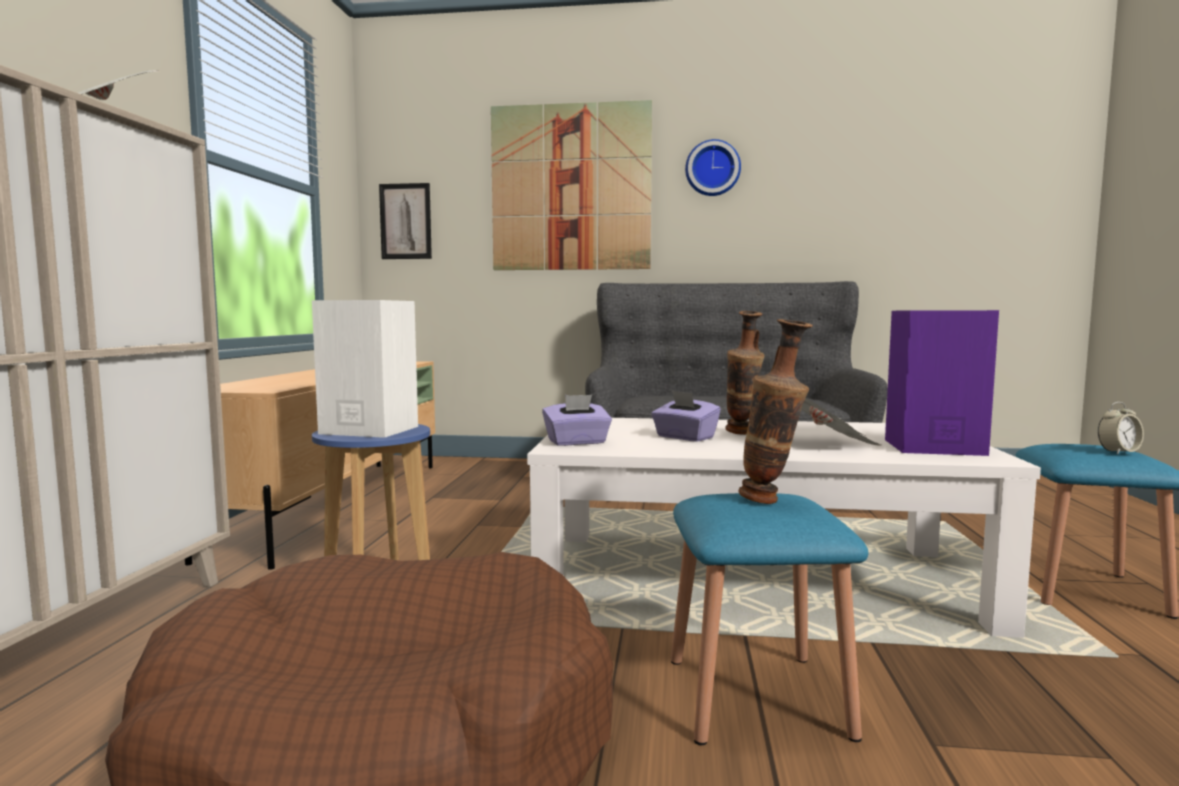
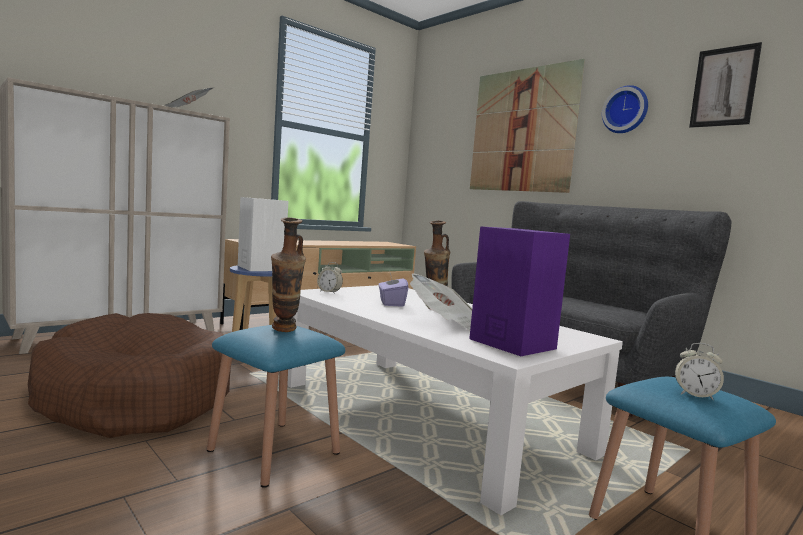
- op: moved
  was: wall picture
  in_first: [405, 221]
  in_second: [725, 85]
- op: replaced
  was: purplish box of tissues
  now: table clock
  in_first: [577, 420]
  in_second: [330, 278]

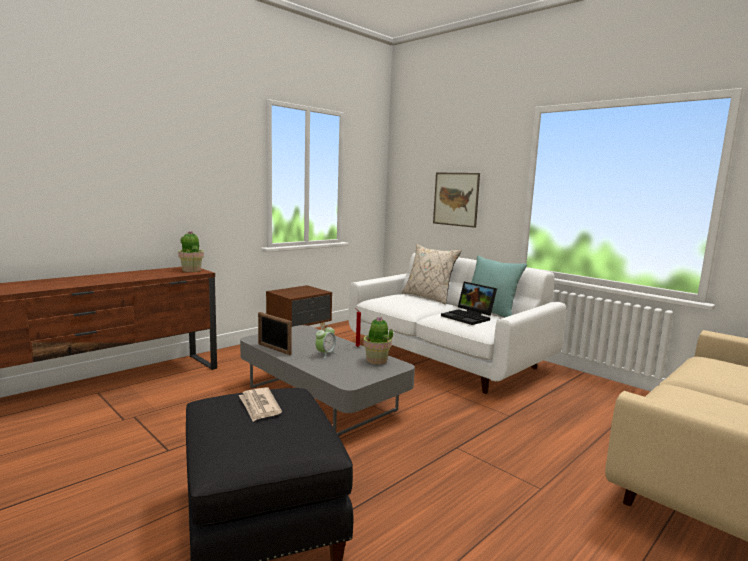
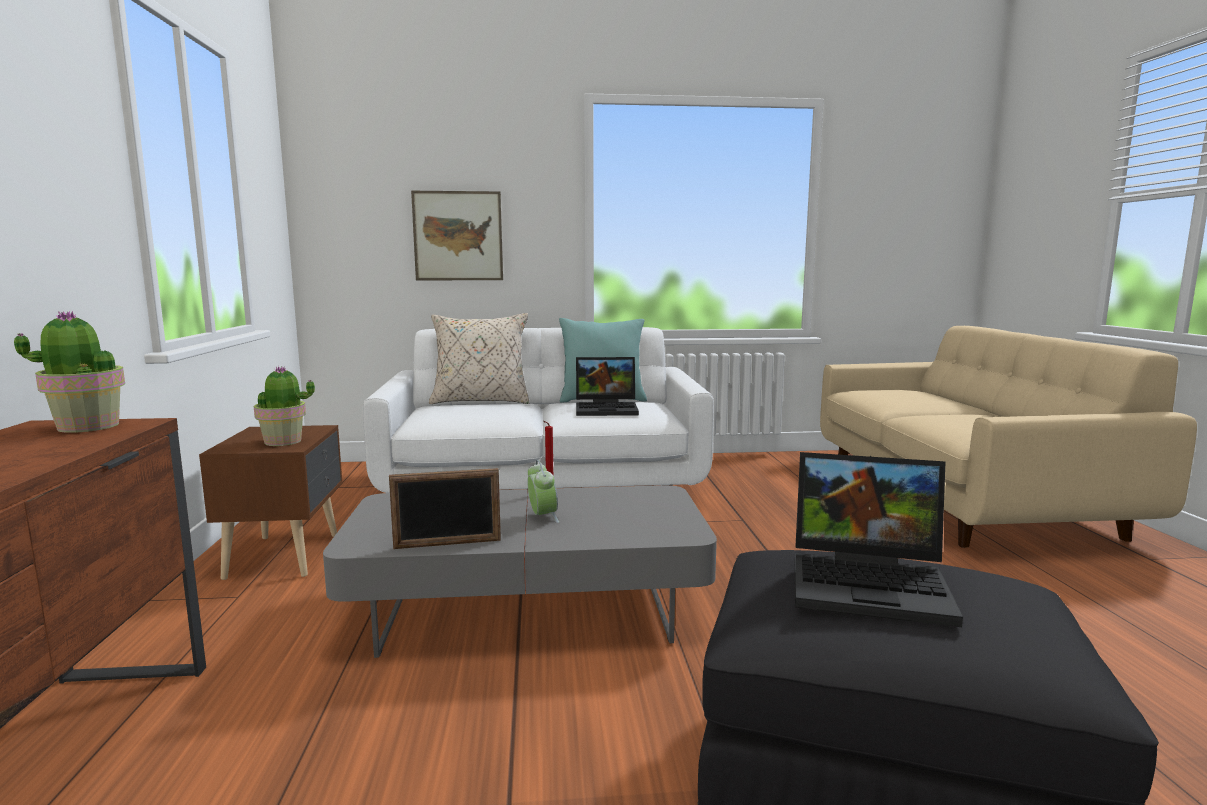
- op: replaced
  was: daily paper
  now: portable computer
  in_first: [260, 404]
  in_second: [879, 539]
- op: moved
  was: houseplant
  in_first: [378, 341]
  in_second: [284, 406]

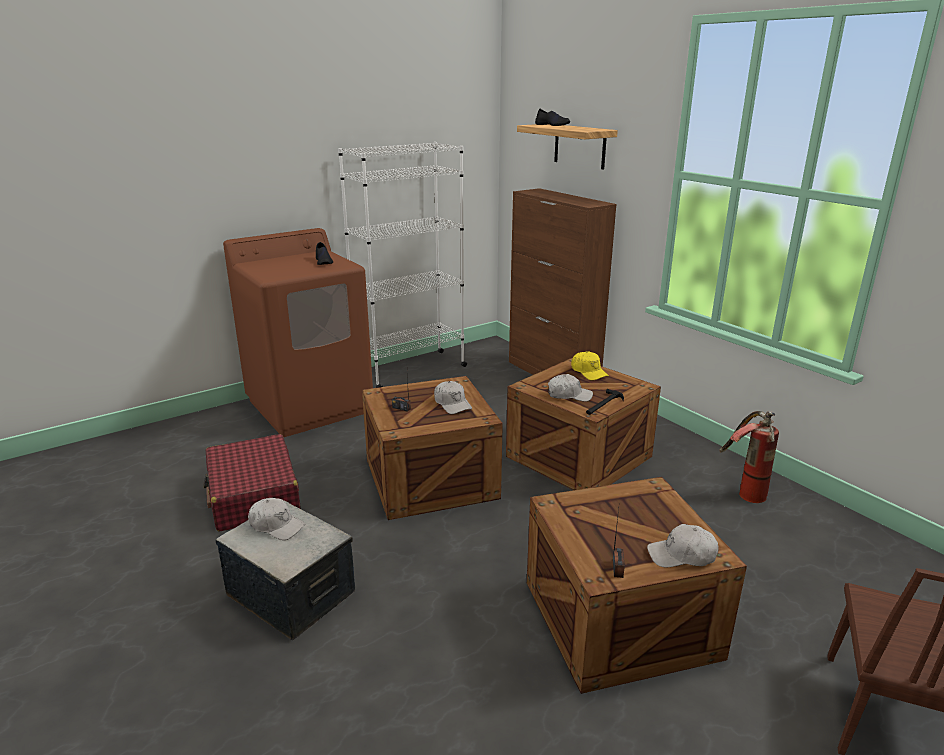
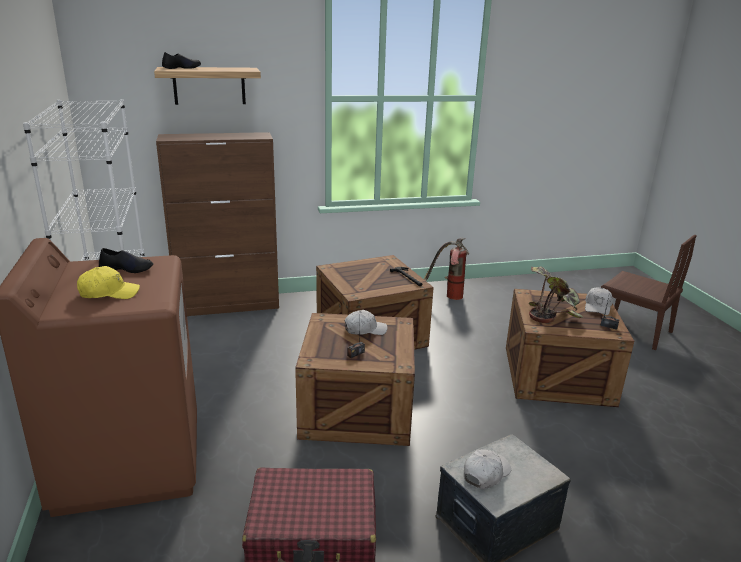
- op: removed
  was: white-coloured peaked cap
  in_first: [570, 388]
- op: moved
  was: yellow-coloured peaked cap
  in_first: [590, 366]
  in_second: [108, 282]
- op: added
  now: houseplant
  in_second: [556, 294]

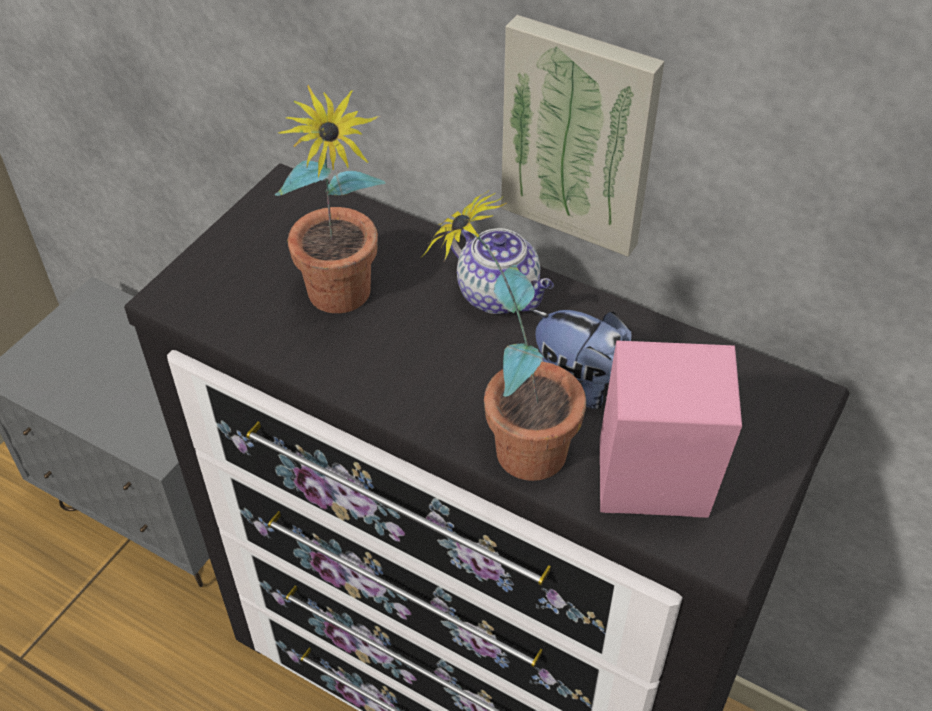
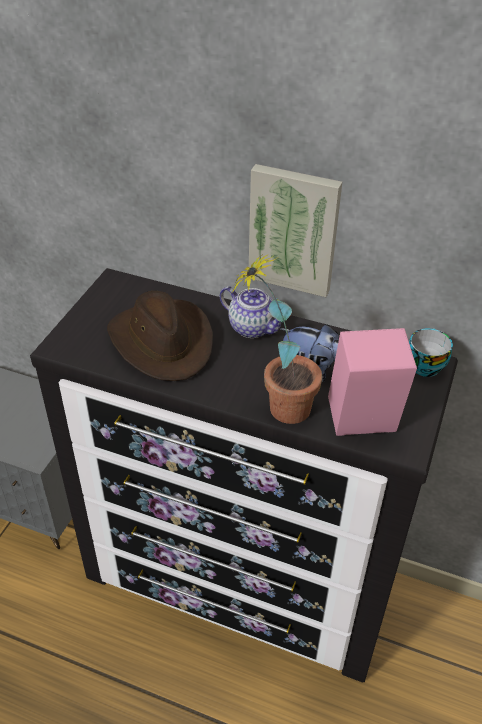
- op: replaced
  was: houseplant
  now: brown clothing hat
  in_first: [330, 199]
  in_second: [160, 336]
- op: added
  now: small cup
  in_second: [431, 352]

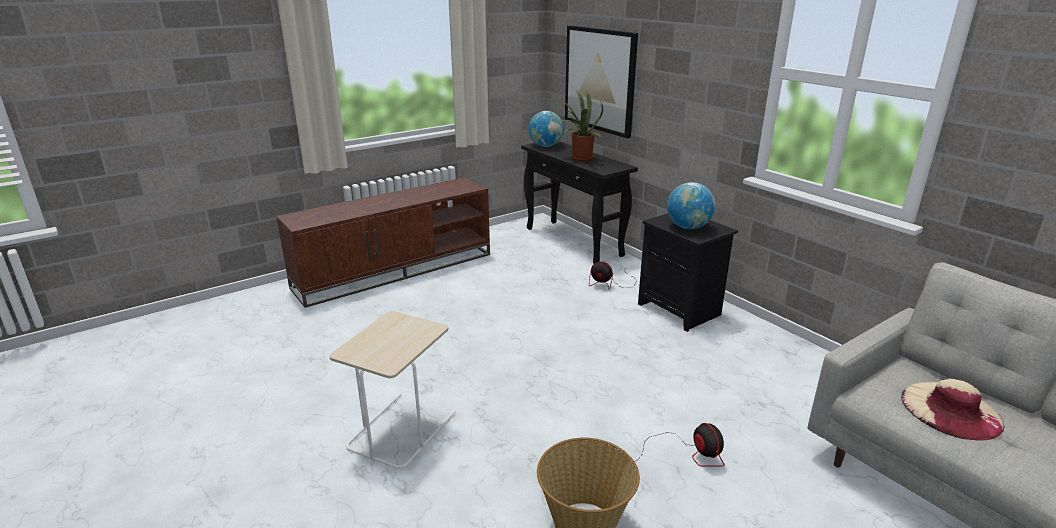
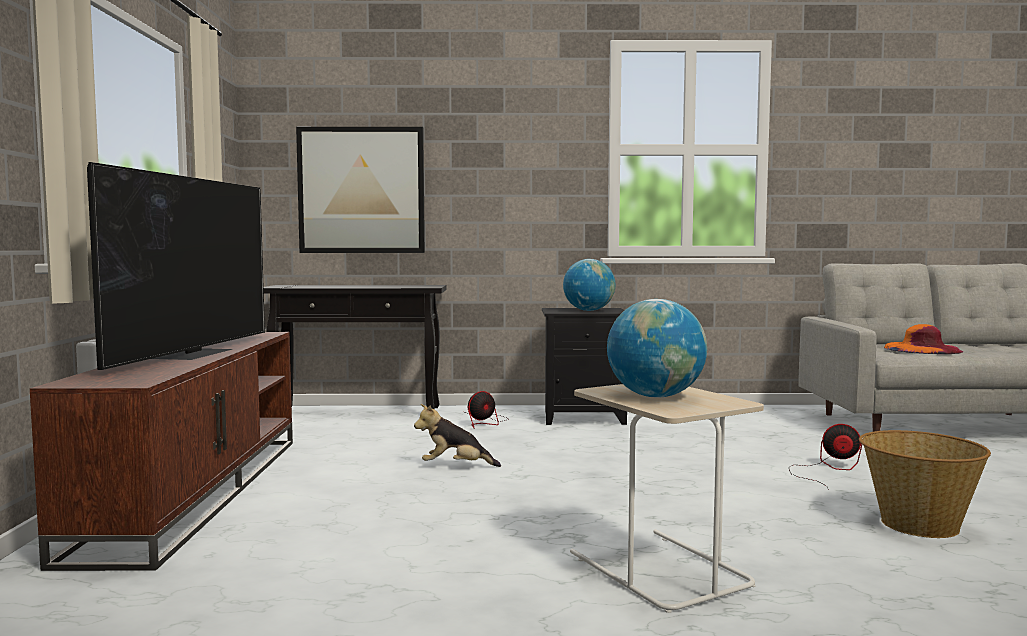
- op: moved
  was: world globe
  in_first: [546, 129]
  in_second: [657, 348]
- op: removed
  was: houseplant
  in_first: [581, 125]
- op: recoloured
  was: beige clothing hat
  now: orangey clothing hat
  in_first: [953, 409]
  in_second: [923, 339]
- op: added
  now: television
  in_second: [176, 266]
- op: added
  now: soft toy
  in_second: [457, 435]

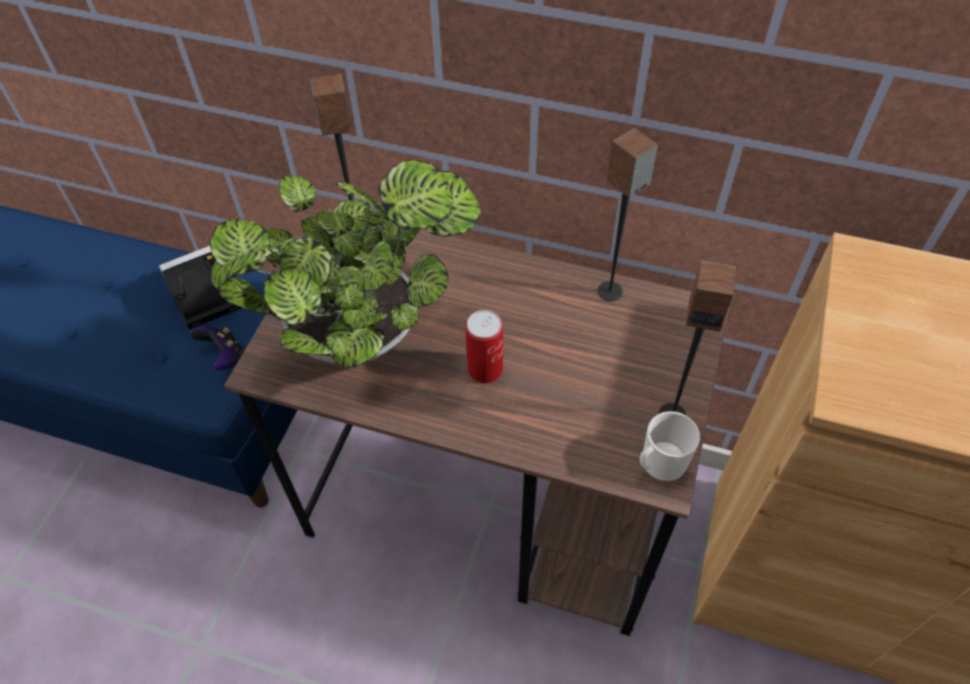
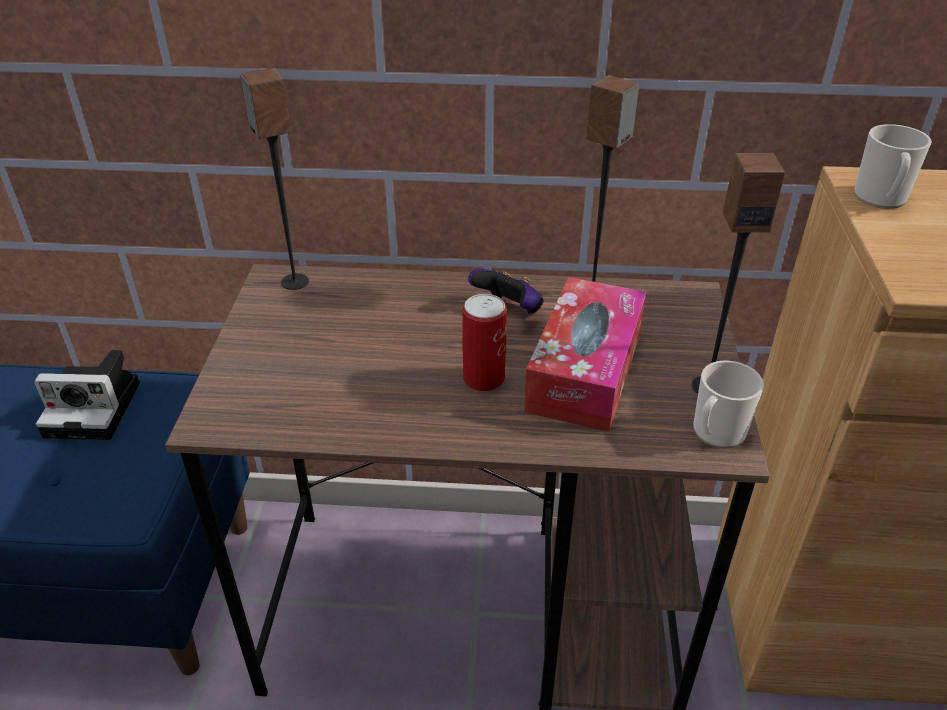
- op: turned
  was: photo camera
  in_first: [200, 288]
  in_second: [87, 395]
  clockwise: -135
- op: moved
  was: game controller
  in_first: [217, 348]
  in_second: [506, 291]
- op: removed
  was: houseplant
  in_first: [345, 263]
- op: added
  now: box of tissues
  in_second: [585, 354]
- op: added
  now: coffee mug
  in_second: [893, 166]

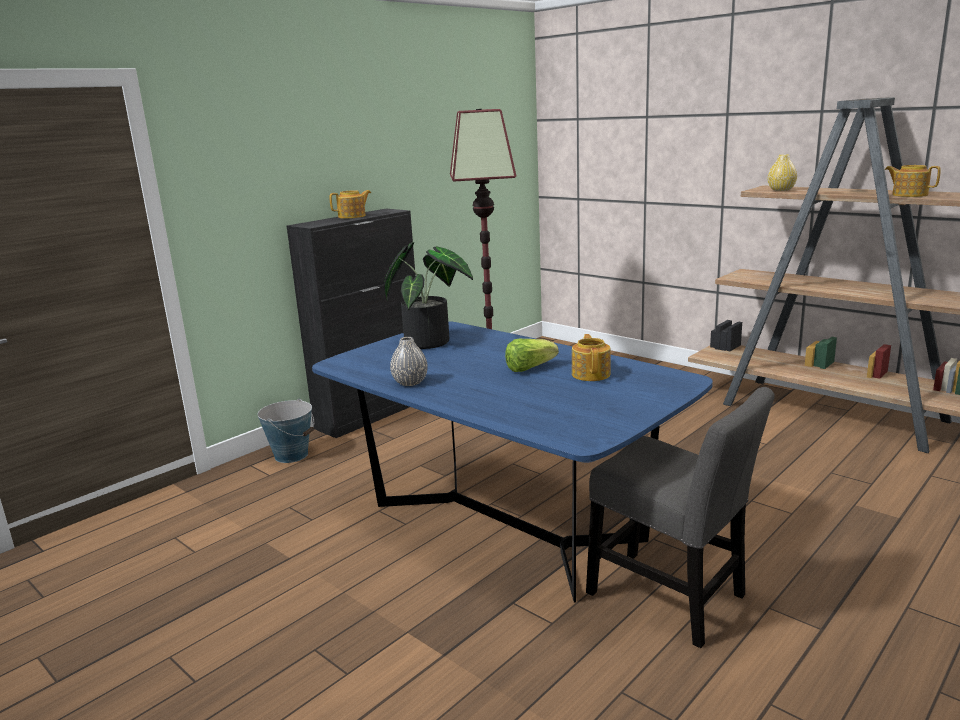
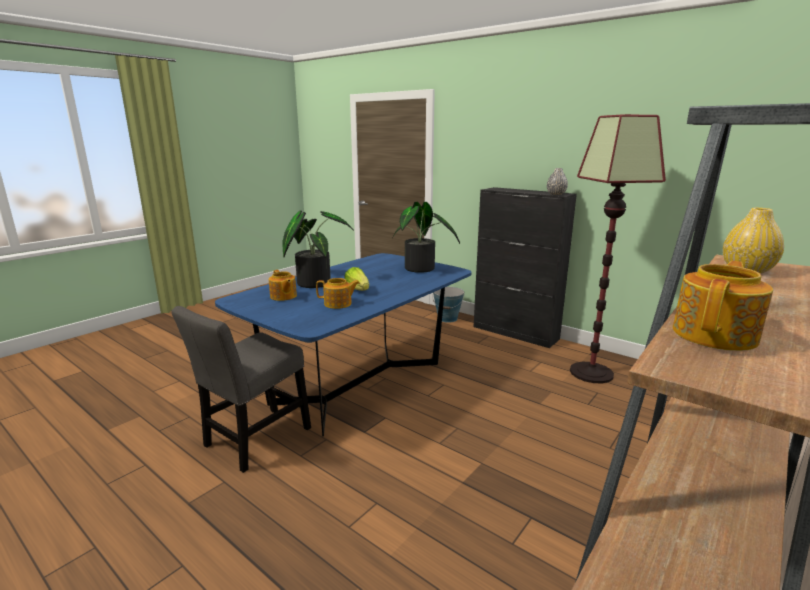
- op: moved
  was: pot for tea
  in_first: [350, 204]
  in_second: [283, 285]
- op: moved
  was: gray vase
  in_first: [409, 361]
  in_second: [557, 181]
- op: added
  now: houseplant
  in_second: [318, 249]

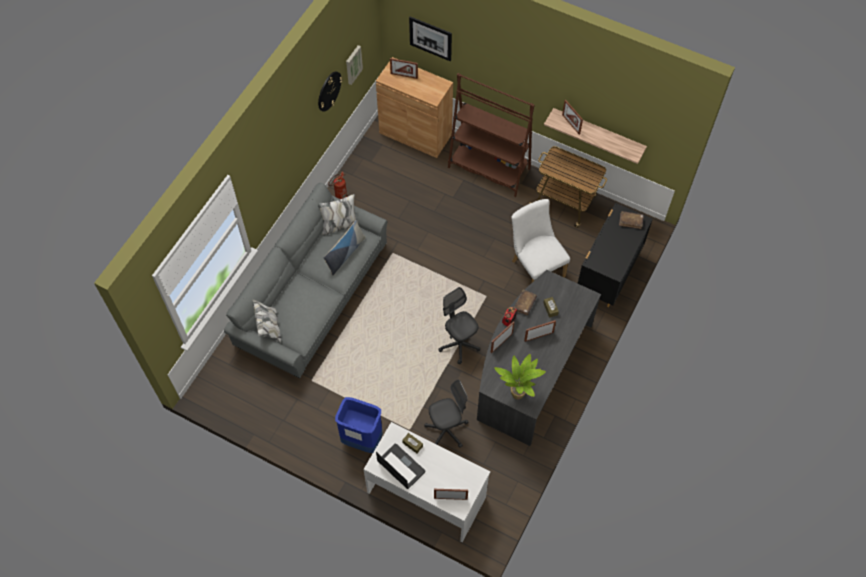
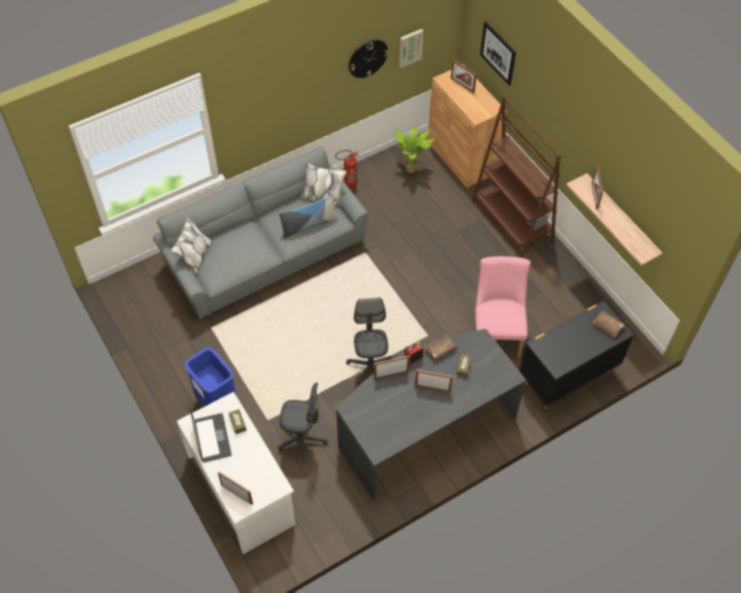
- op: moved
  was: houseplant
  in_first: [520, 377]
  in_second: [414, 149]
- op: recoloured
  was: white-coloured plain chair
  now: pinkish plain chair
  in_first: [540, 240]
  in_second: [503, 306]
- op: removed
  was: cart
  in_first: [568, 187]

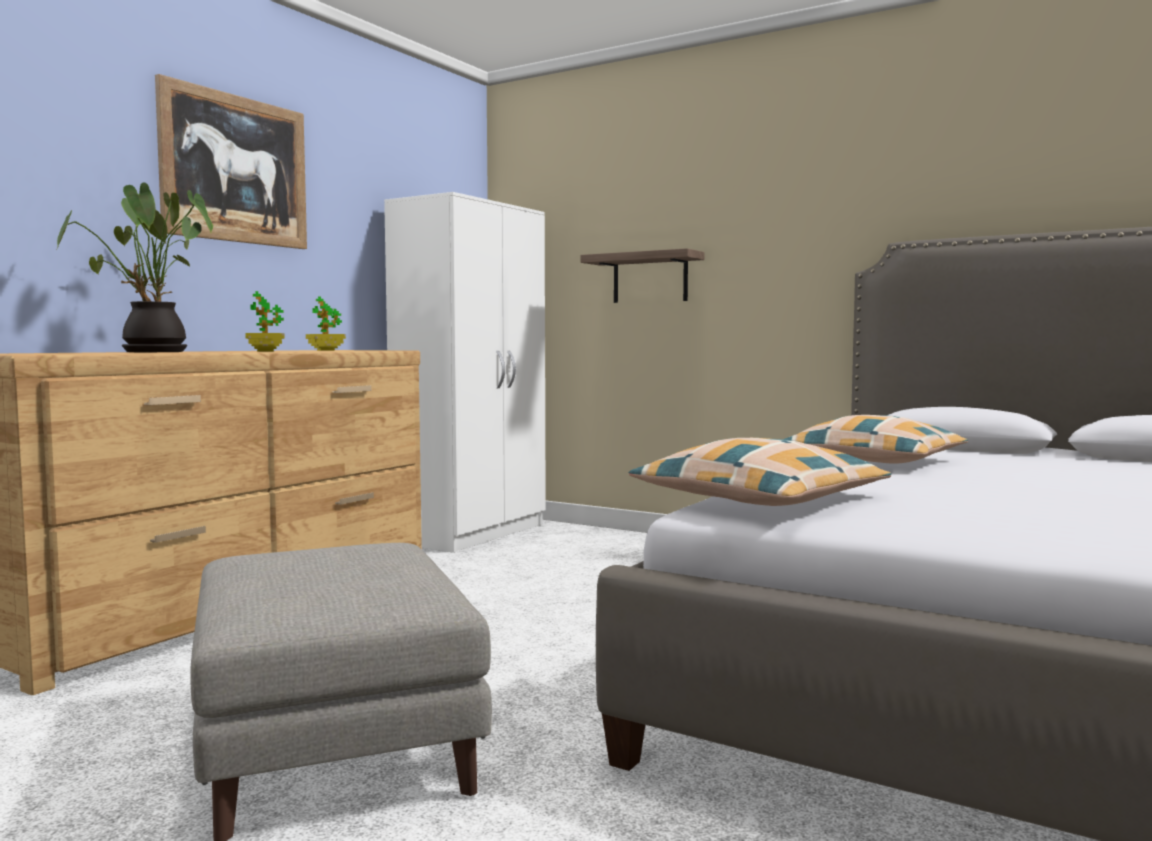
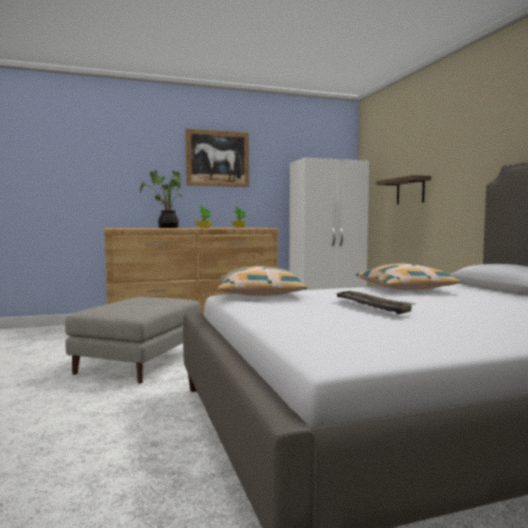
- op: added
  now: tray
  in_second: [374, 302]

